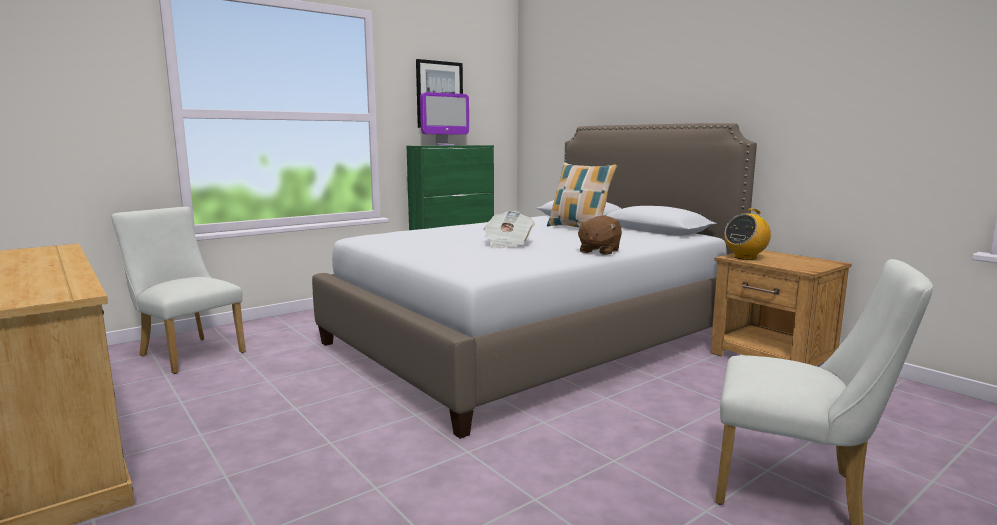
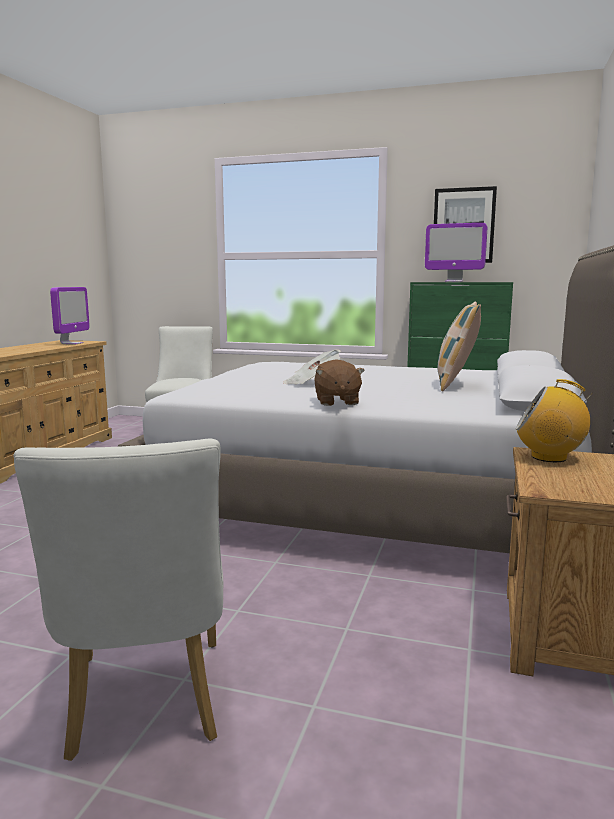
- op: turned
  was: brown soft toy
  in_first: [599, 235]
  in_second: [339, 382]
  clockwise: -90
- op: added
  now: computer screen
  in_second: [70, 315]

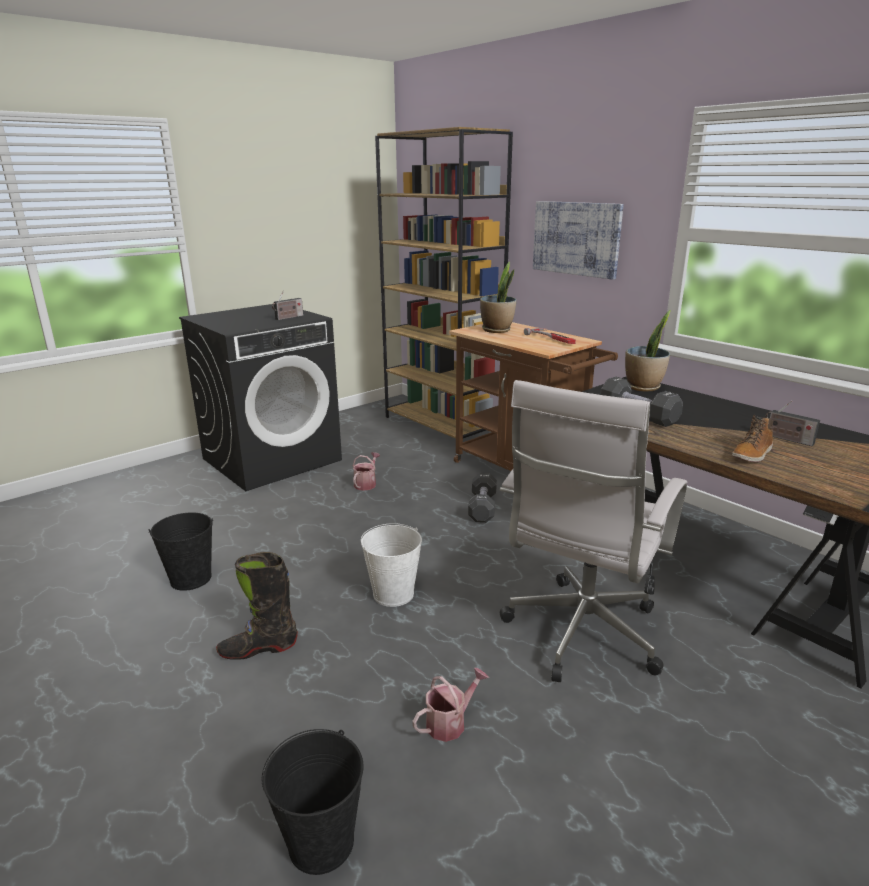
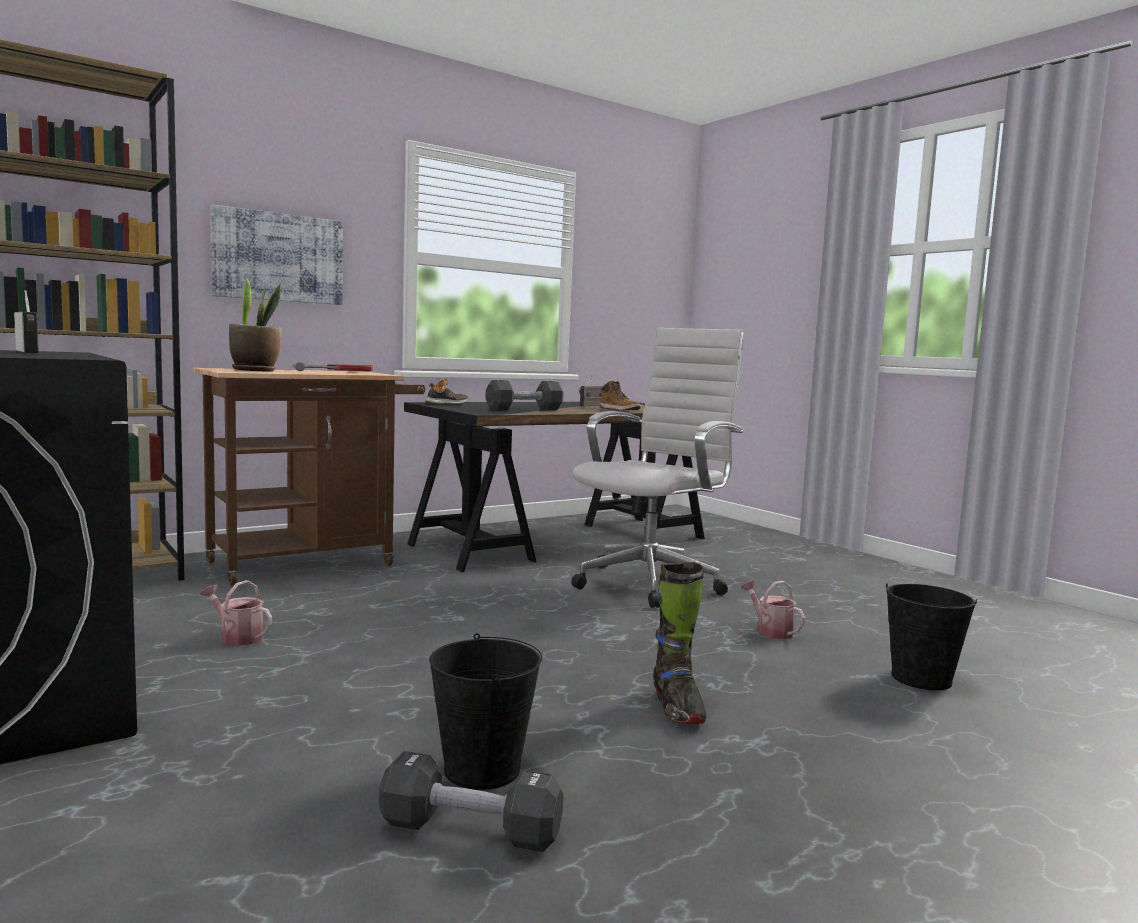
- op: removed
  was: white-coloured bucket
  in_first: [391, 565]
- op: moved
  was: black free weight
  in_first: [482, 498]
  in_second: [471, 801]
- op: turned
  was: white-coloured office chair
  in_first: [593, 531]
  in_second: [657, 468]
  clockwise: -90
- op: replaced
  was: houseplant
  now: low shoe
  in_first: [648, 351]
  in_second: [447, 391]

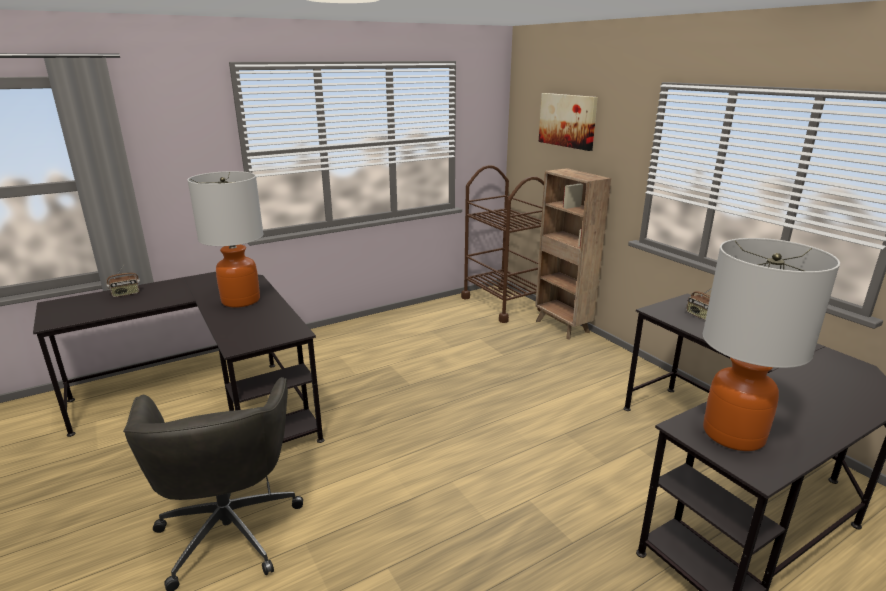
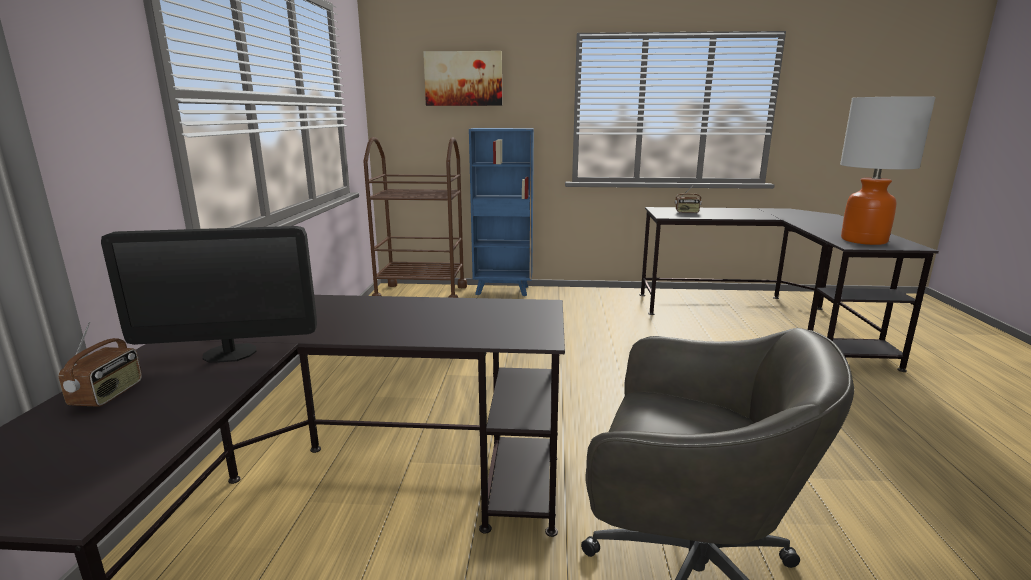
- op: removed
  was: tabletop lamp
  in_first: [225, 239]
- op: recoloured
  was: brown shelving unit
  now: blue shelving unit
  in_first: [573, 254]
  in_second: [501, 212]
- op: added
  now: computer screen
  in_second: [209, 294]

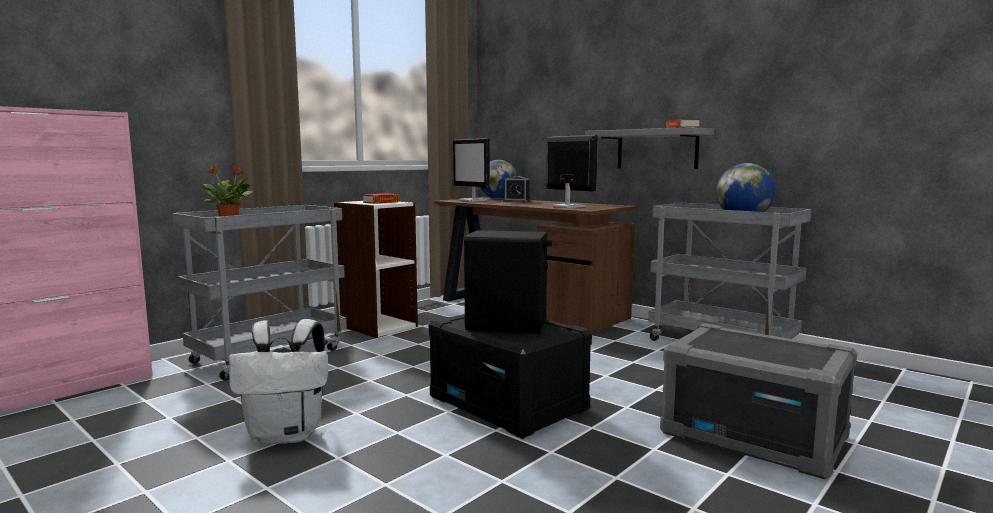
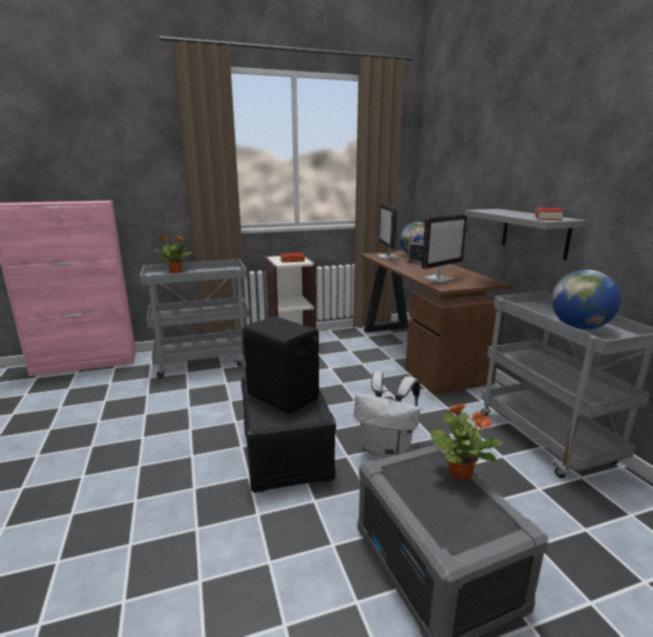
- op: moved
  was: white-coloured backpack
  in_first: [278, 382]
  in_second: [387, 414]
- op: turned
  was: computer screen
  in_first: [572, 171]
  in_second: [444, 248]
  clockwise: 60
- op: added
  now: houseplant
  in_second: [467, 442]

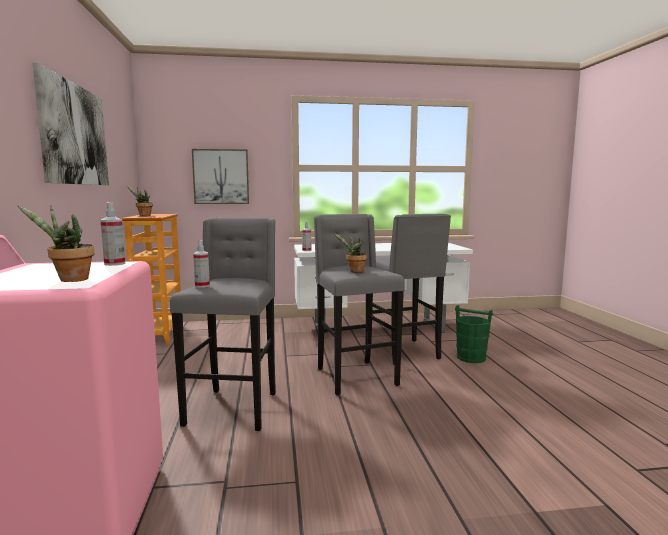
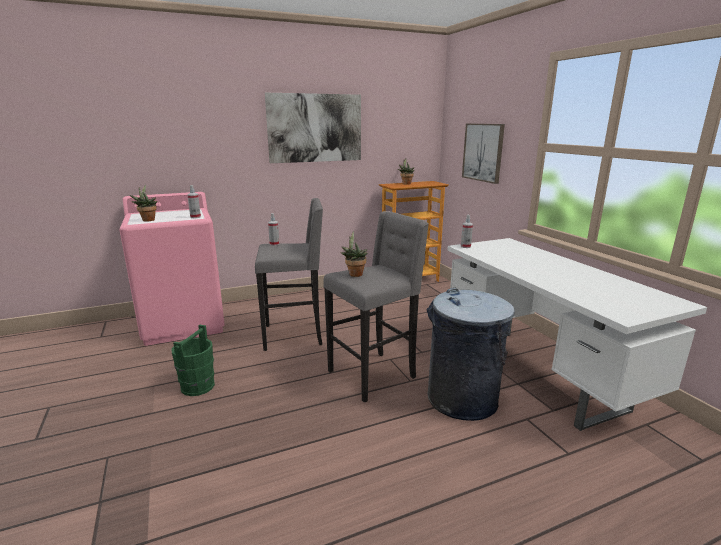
- op: replaced
  was: gray sitting stool
  now: gray trash can
  in_first: [411, 289]
  in_second: [470, 354]
- op: moved
  was: green bucket
  in_first: [474, 334]
  in_second: [193, 360]

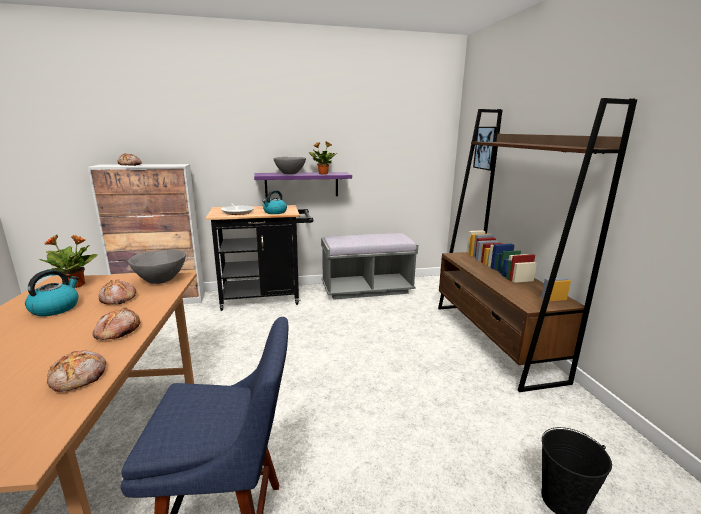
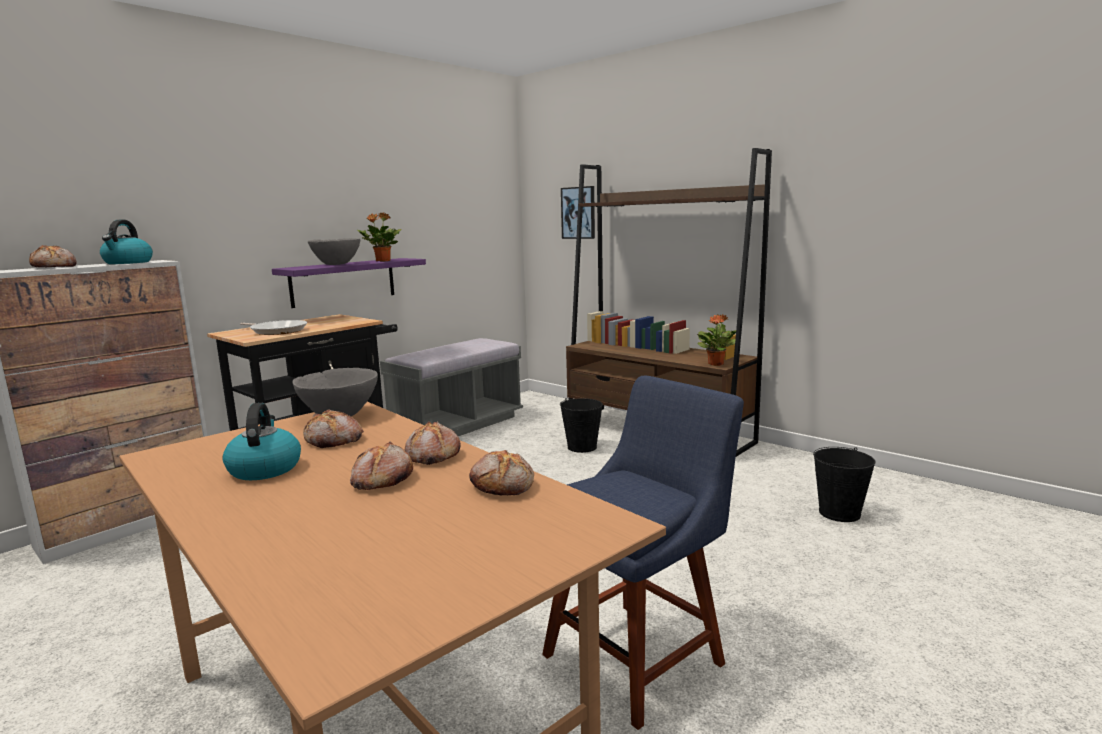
- op: moved
  was: houseplant
  in_first: [68, 261]
  in_second: [716, 340]
- op: moved
  was: kettle
  in_first: [275, 202]
  in_second: [126, 241]
- op: added
  now: bakery bread
  in_second: [381, 466]
- op: added
  now: black bucket
  in_second: [581, 425]

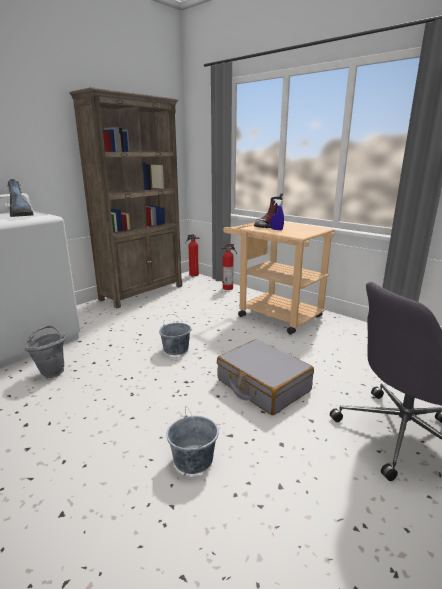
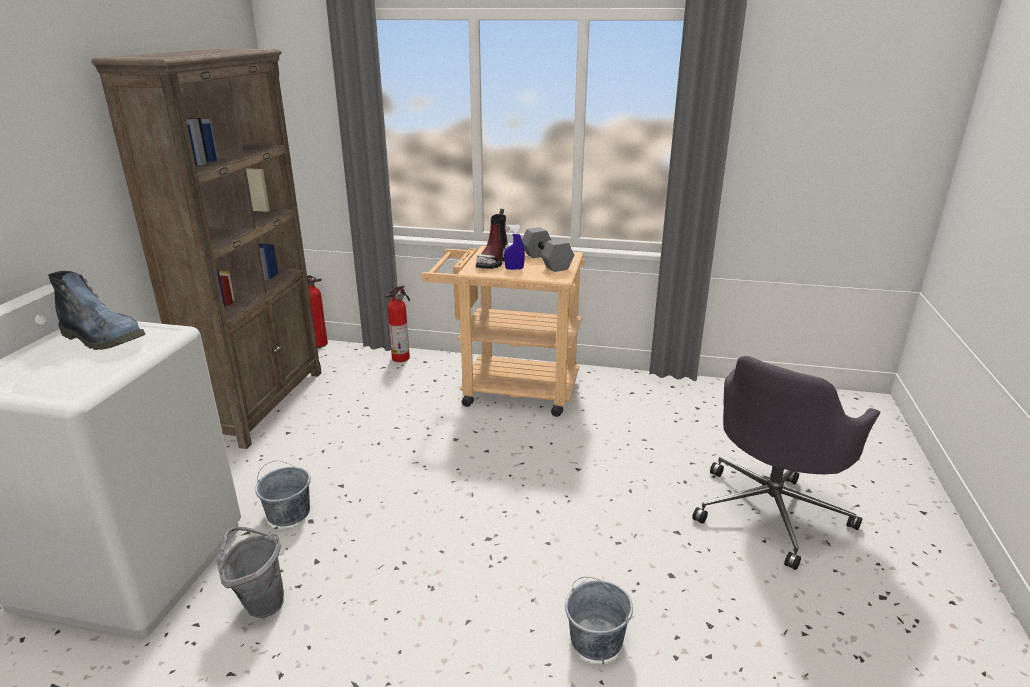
- op: moved
  was: gray bucket
  in_first: [175, 334]
  in_second: [283, 493]
- op: removed
  was: gray piece of luggage
  in_first: [265, 377]
- op: added
  now: gray free weight
  in_second: [548, 249]

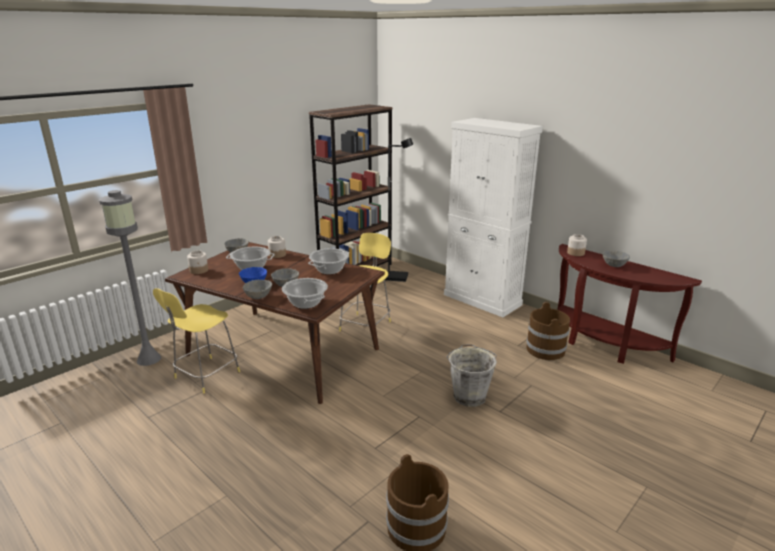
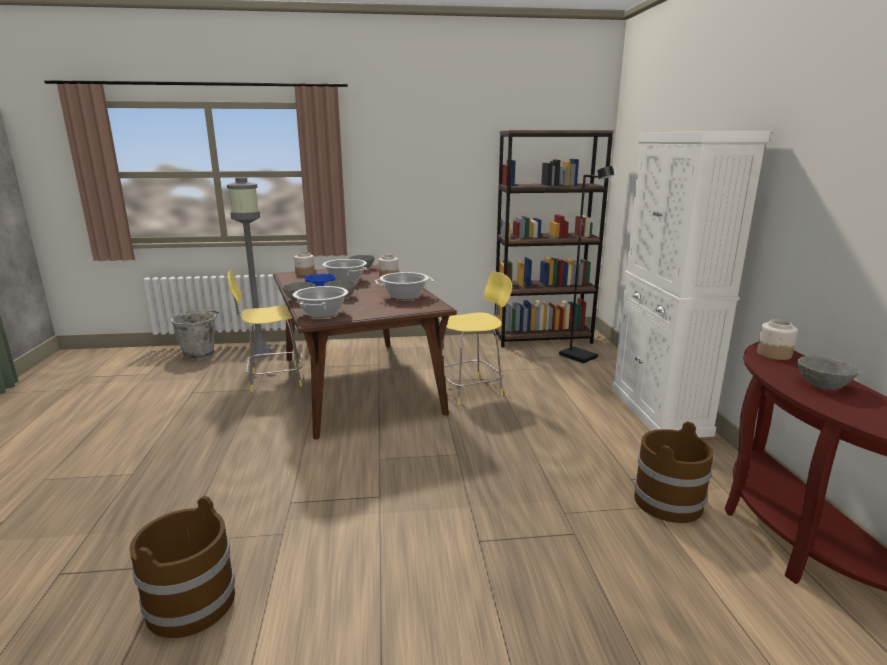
- op: moved
  was: gray bucket
  in_first: [472, 375]
  in_second: [195, 335]

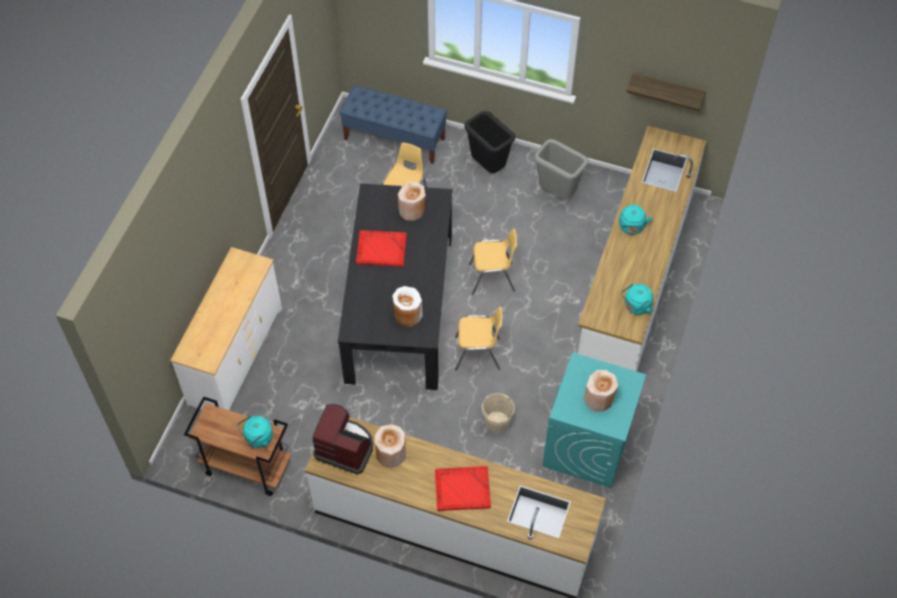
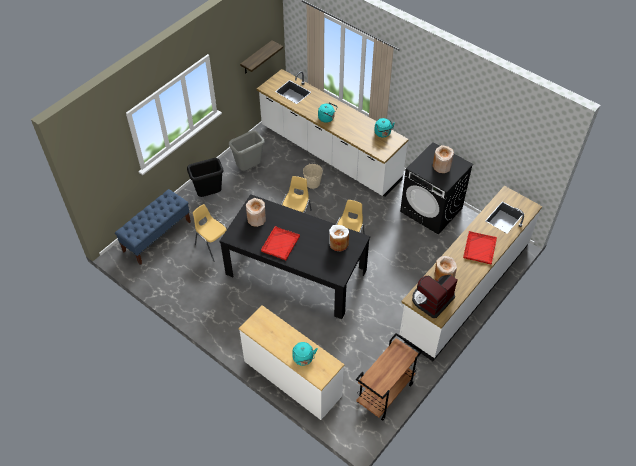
- op: moved
  was: turquoise-coloured kettle
  in_first: [255, 432]
  in_second: [305, 354]
- op: moved
  was: beige bucket
  in_first: [498, 412]
  in_second: [313, 176]
- op: recoloured
  was: turquoise-coloured laundry appliance
  now: black laundry appliance
  in_first: [594, 420]
  in_second: [436, 188]

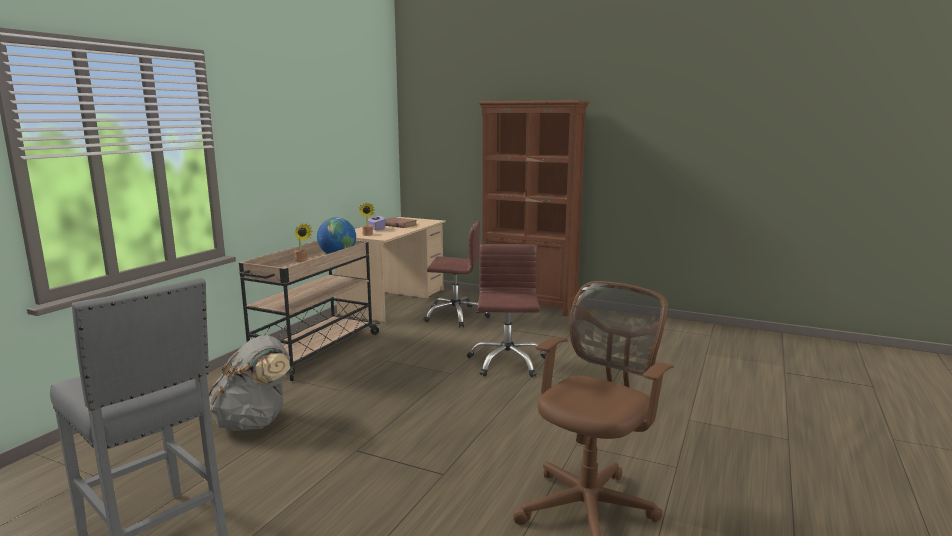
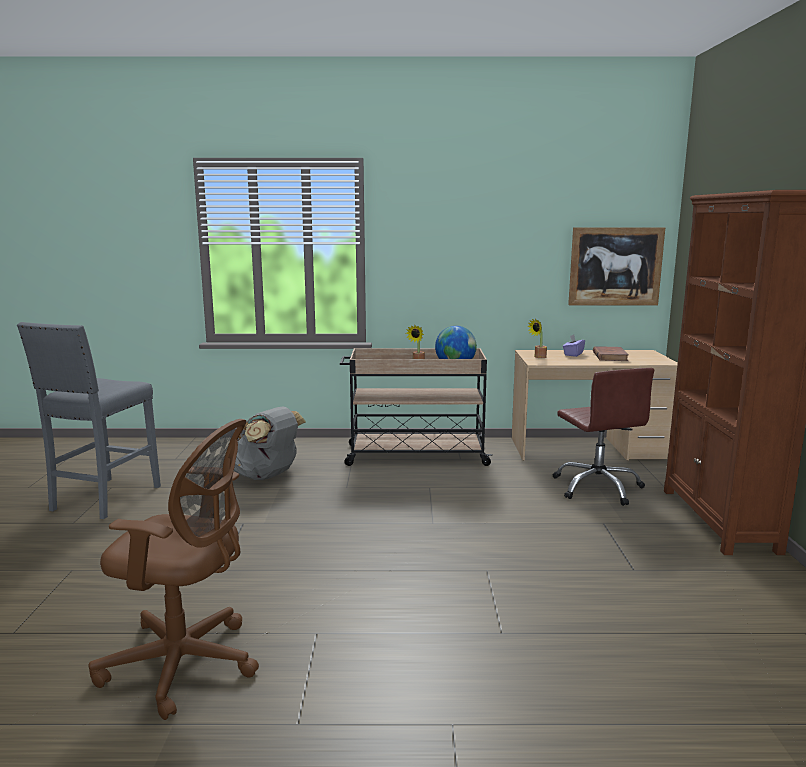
- op: removed
  was: brown office chair
  in_first: [506, 310]
- op: added
  now: wall picture
  in_second: [616, 266]

